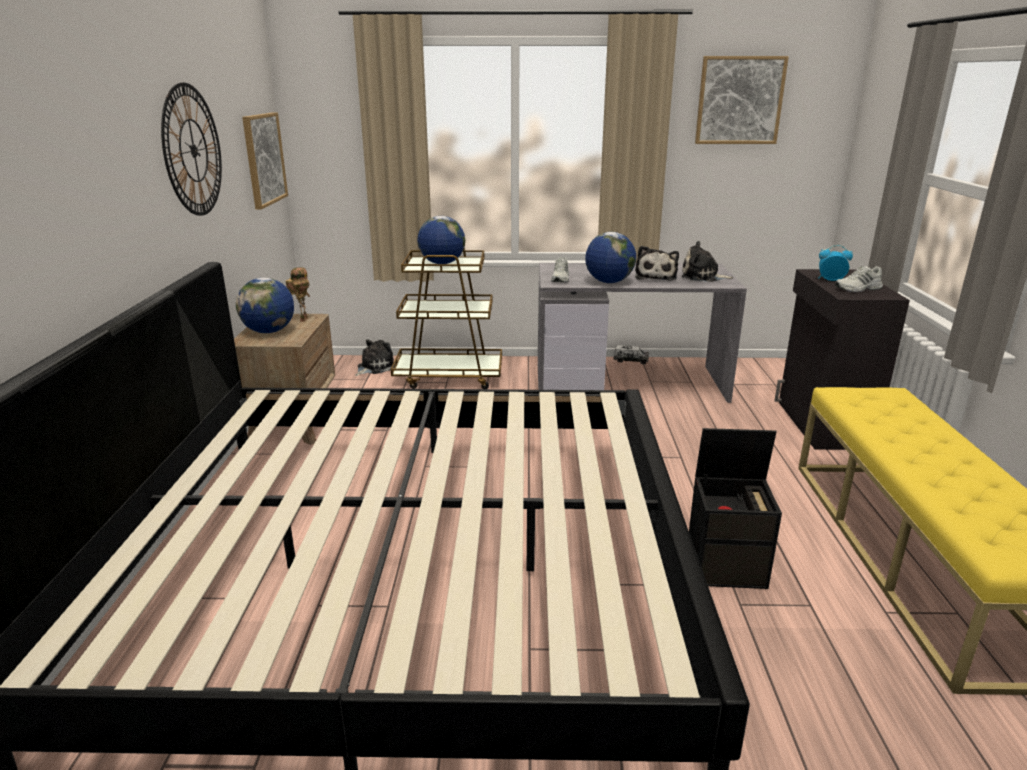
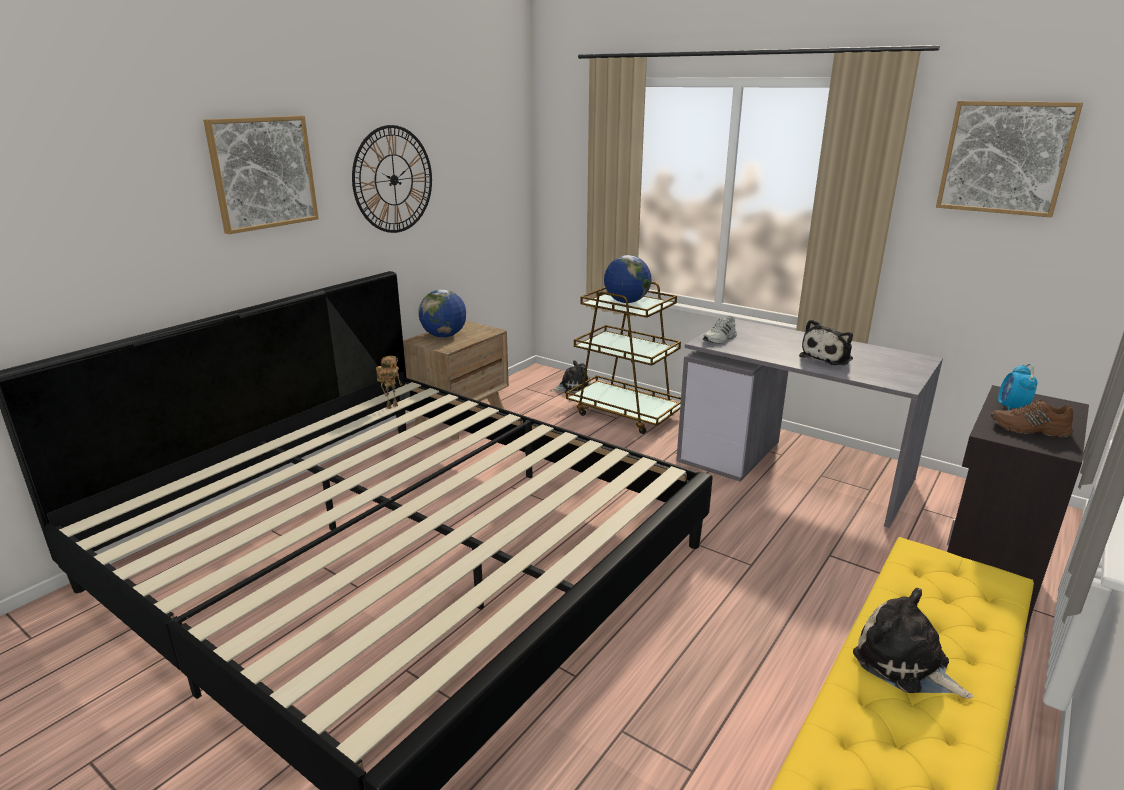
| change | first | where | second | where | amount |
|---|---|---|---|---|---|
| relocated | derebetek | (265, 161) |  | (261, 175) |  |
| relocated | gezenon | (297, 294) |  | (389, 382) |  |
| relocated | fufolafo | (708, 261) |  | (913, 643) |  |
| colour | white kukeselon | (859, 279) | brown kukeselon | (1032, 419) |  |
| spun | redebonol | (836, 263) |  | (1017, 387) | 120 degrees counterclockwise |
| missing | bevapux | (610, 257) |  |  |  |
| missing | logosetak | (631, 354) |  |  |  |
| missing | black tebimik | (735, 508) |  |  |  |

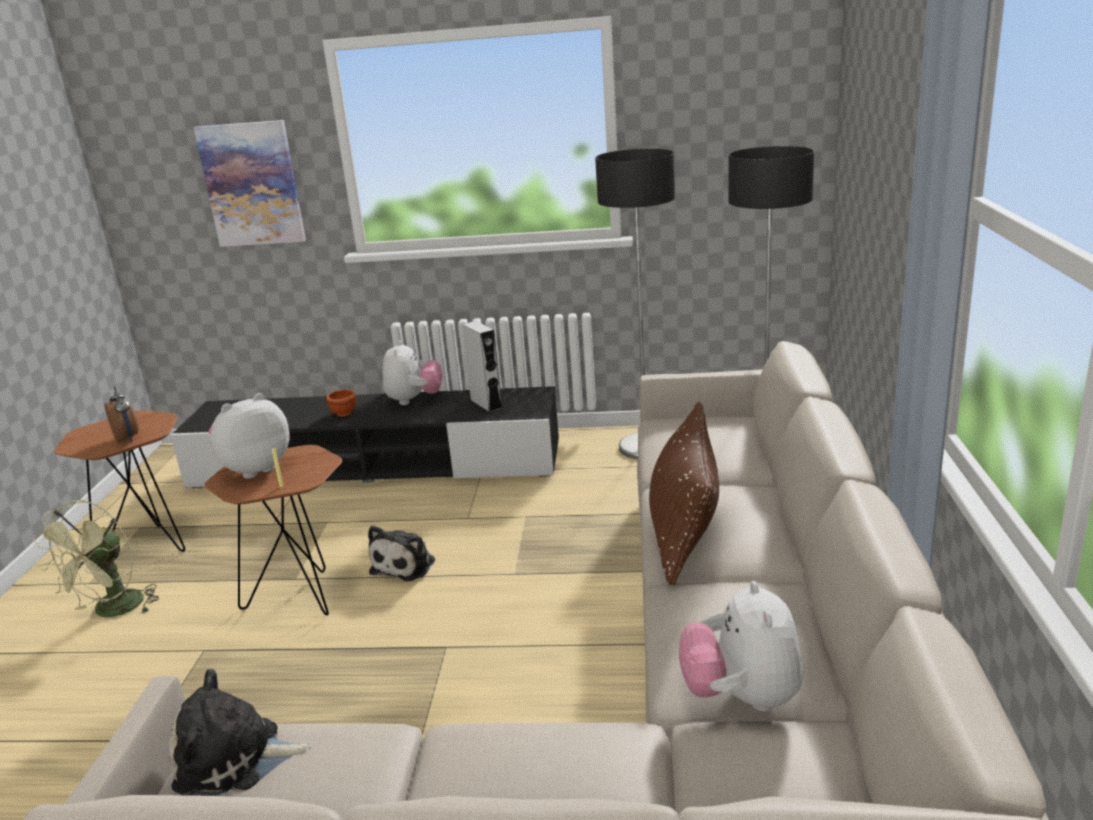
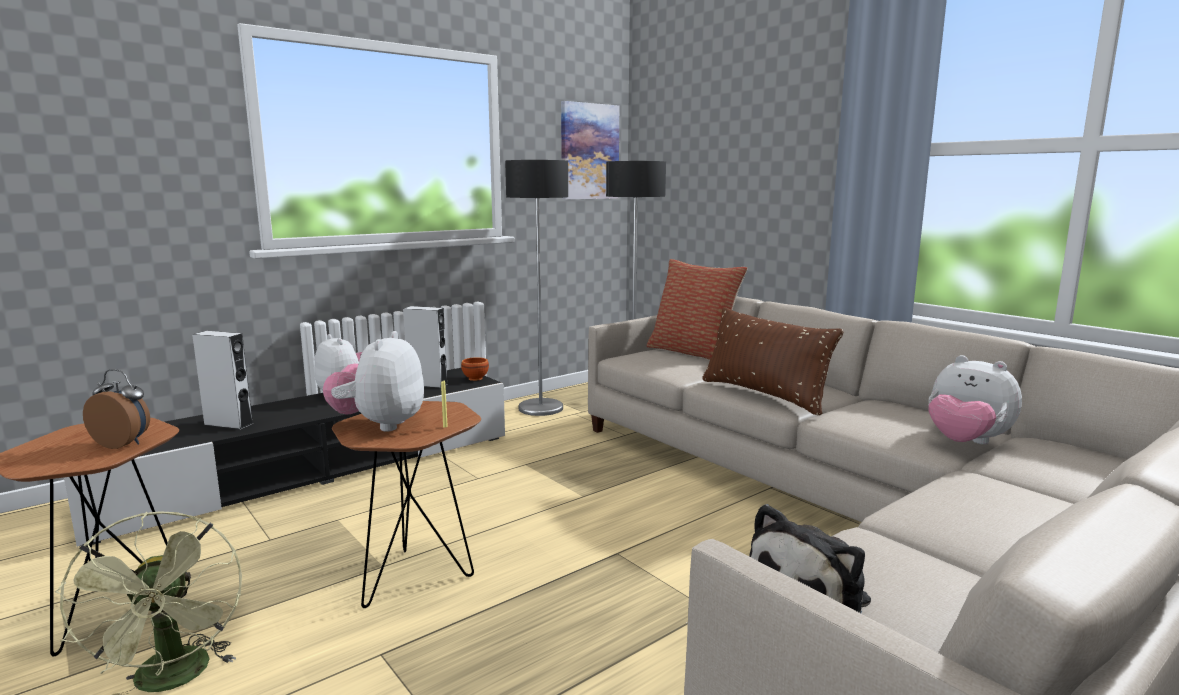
| change | first | where | second | where | amount |
|---|---|---|---|---|---|
| appeared |  |  | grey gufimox | (223, 380) |  |
| relocated | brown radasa | (342, 403) |  | (475, 369) |  |
| relocated | derebetek | (250, 183) |  | (590, 150) |  |
| appeared |  |  | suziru | (697, 309) |  |
| missing | fufolafo | (401, 553) |  |  |  |

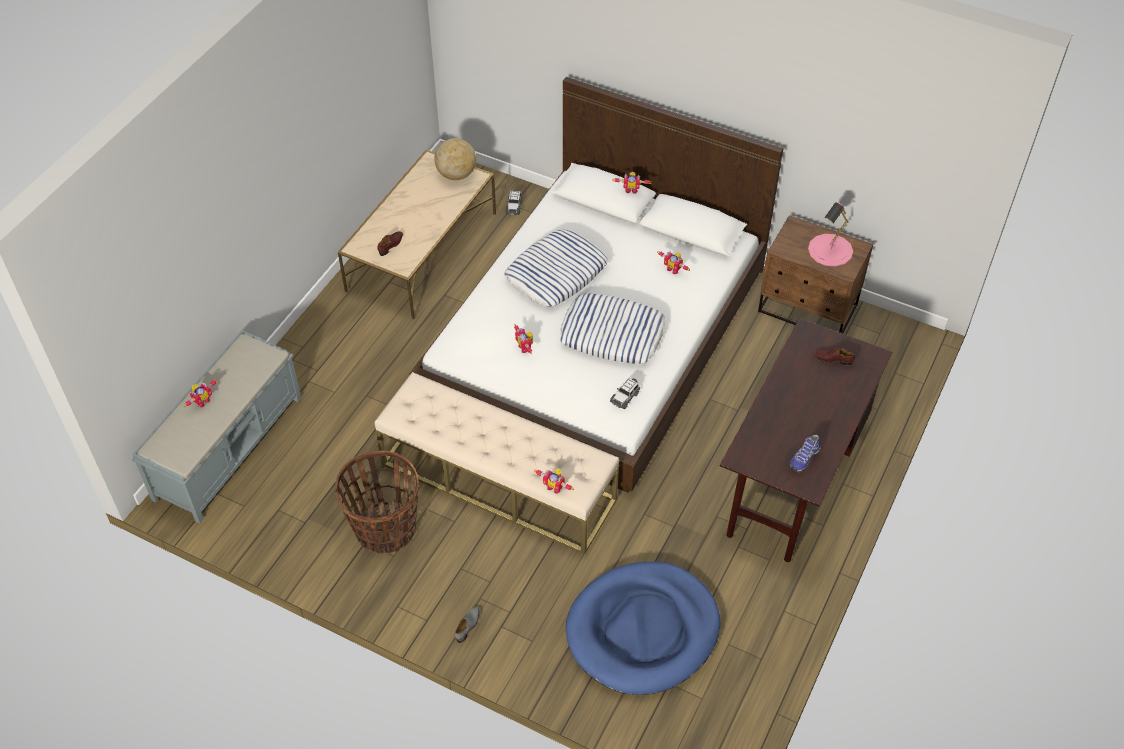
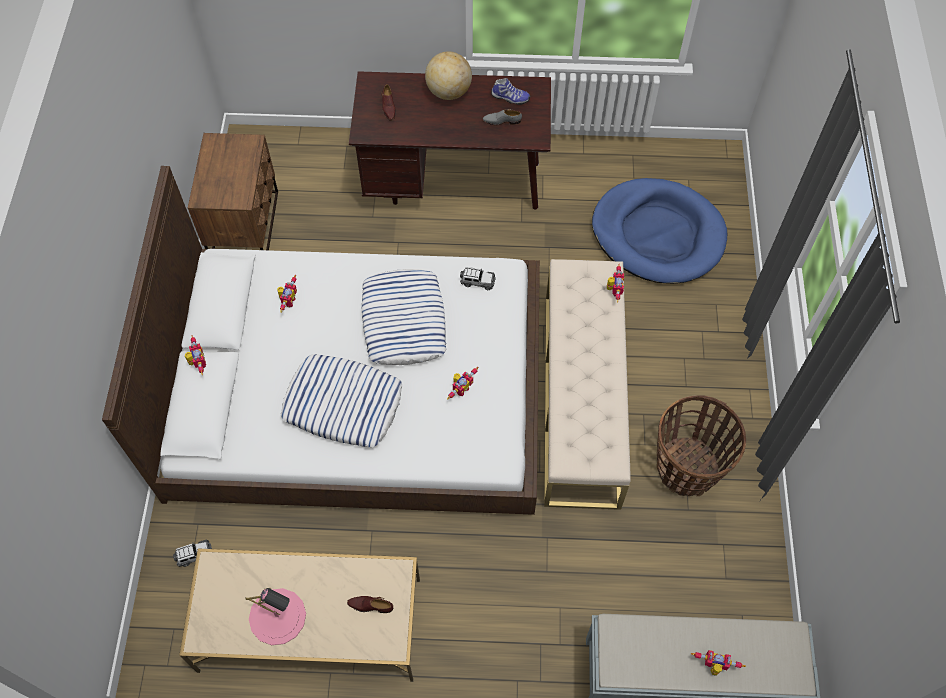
| change | first | where | second | where | amount |
|---|---|---|---|---|---|
| relocated | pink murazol | (830, 234) |  | (275, 616) |  |
| relocated | bevapux | (455, 159) |  | (448, 75) |  |
| relocated | grey kukeselon | (467, 625) |  | (502, 117) |  |

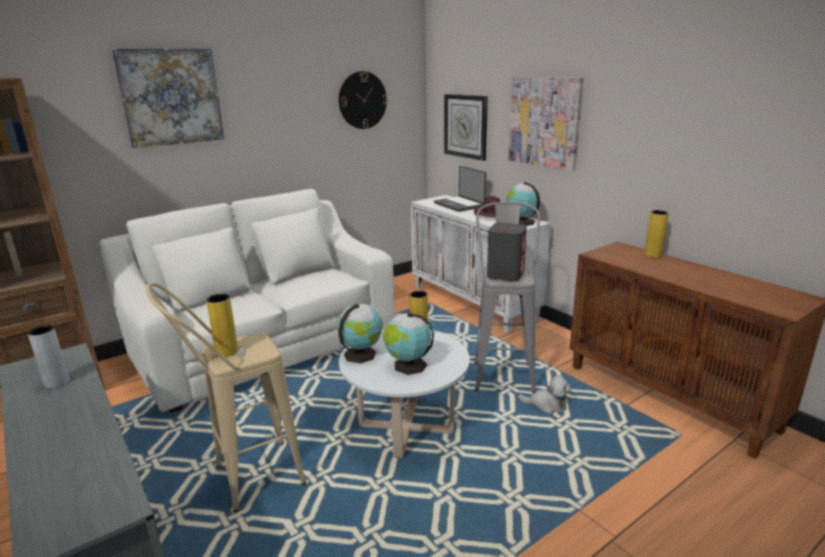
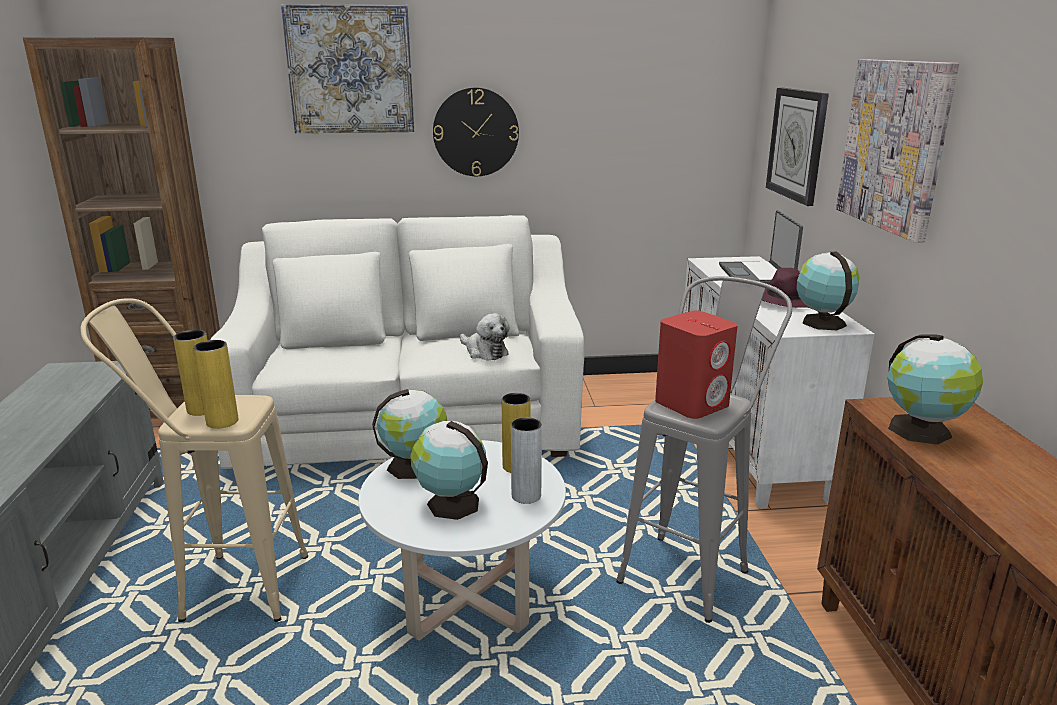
| change | first | where | second | where | amount |
|---|---|---|---|---|---|
| relocated | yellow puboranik | (657, 234) |  | (215, 384) |  |
| relocated | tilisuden | (363, 100) |  | (476, 132) |  |
| relocated | fufolafo | (544, 394) |  | (485, 336) |  |
| relocated | grey puboranik | (48, 356) |  | (526, 460) |  |
| colour | grey gufimox | (507, 252) | red gufimox | (696, 365) |  |
| appeared |  |  | bevapux | (935, 389) |  |

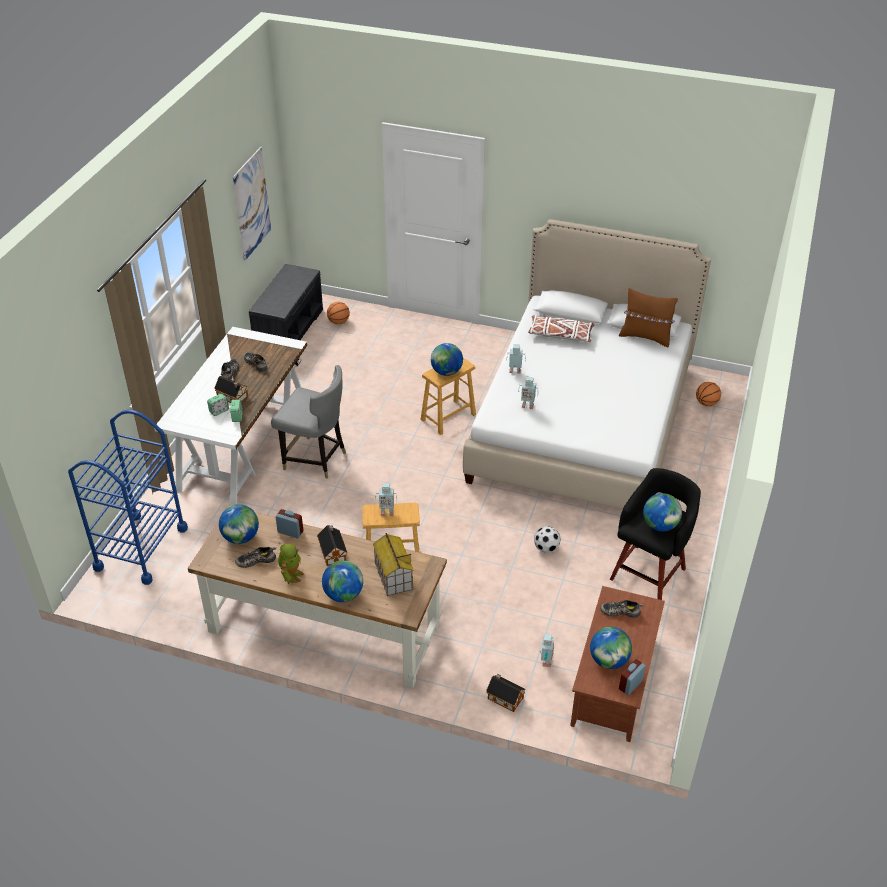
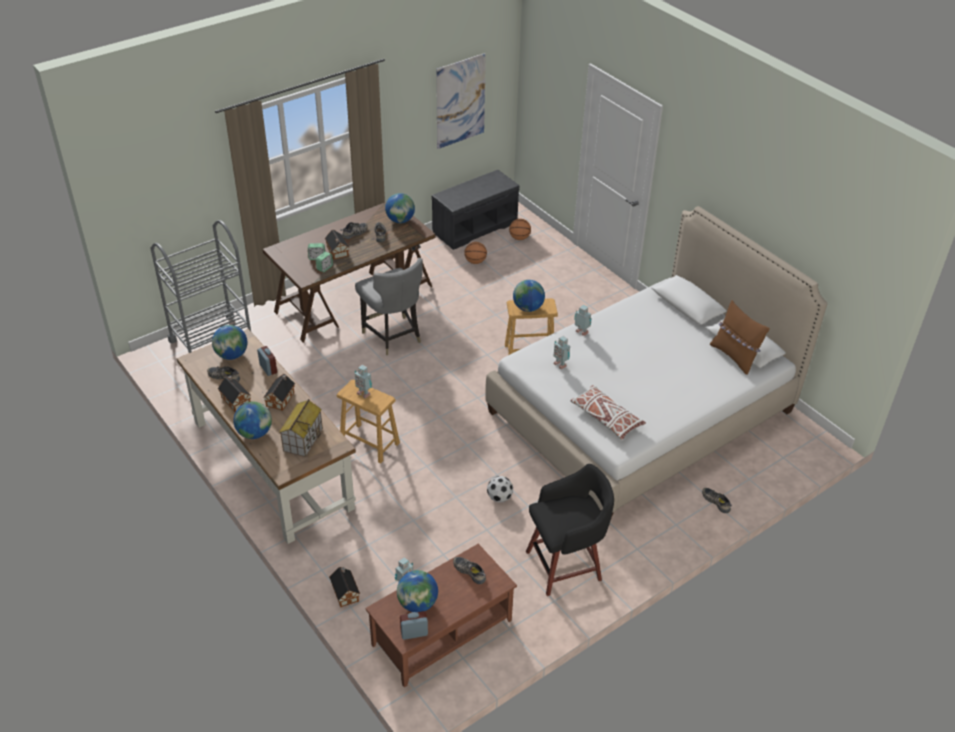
| change | first | where | second | where | amount |
|---|---|---|---|---|---|
| colour | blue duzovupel | (128, 497) | grey duzovupel | (200, 286) |  |
| exchanged | gezenon | (291, 564) | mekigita | (234, 393) |  |
| colour | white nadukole | (230, 416) | brown nadukole | (349, 272) |  |
| relocated | bevapux | (662, 512) |  | (400, 208) |  |
| relocated | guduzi | (708, 394) |  | (475, 253) |  |
| relocated | white suziru | (561, 328) |  | (608, 412) |  |
| appeared |  |  | kukeselon | (717, 500) |  |

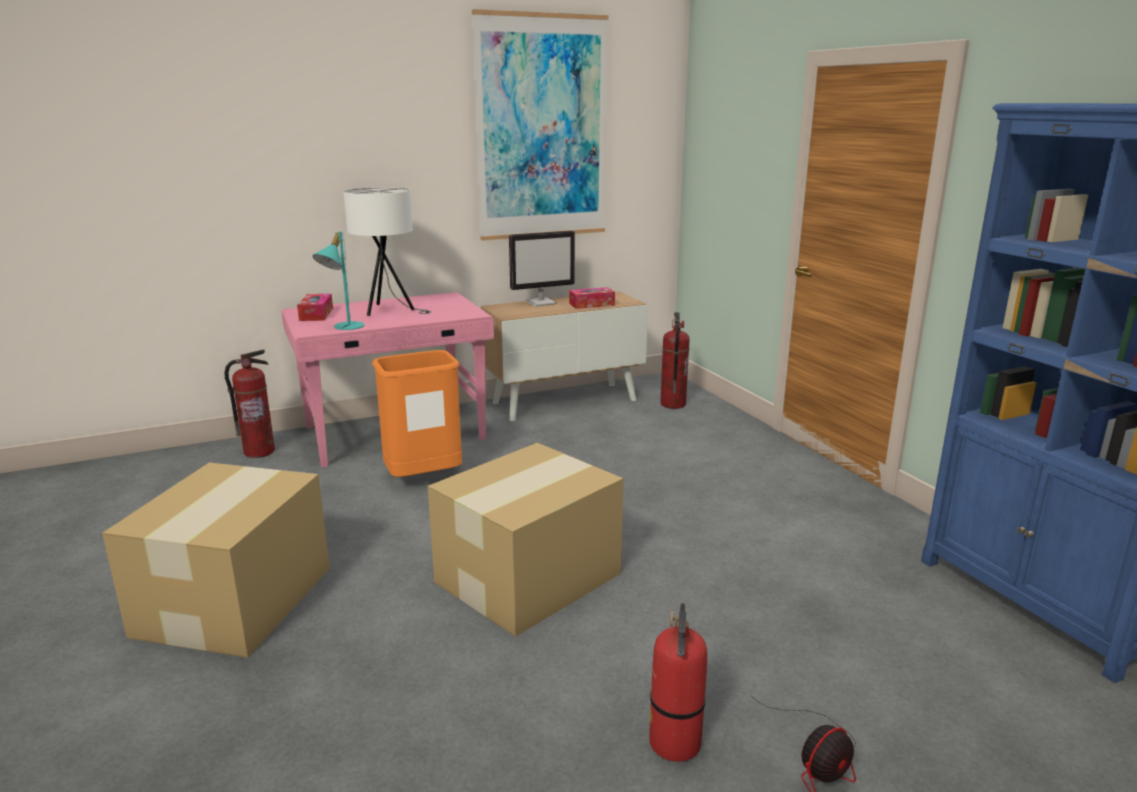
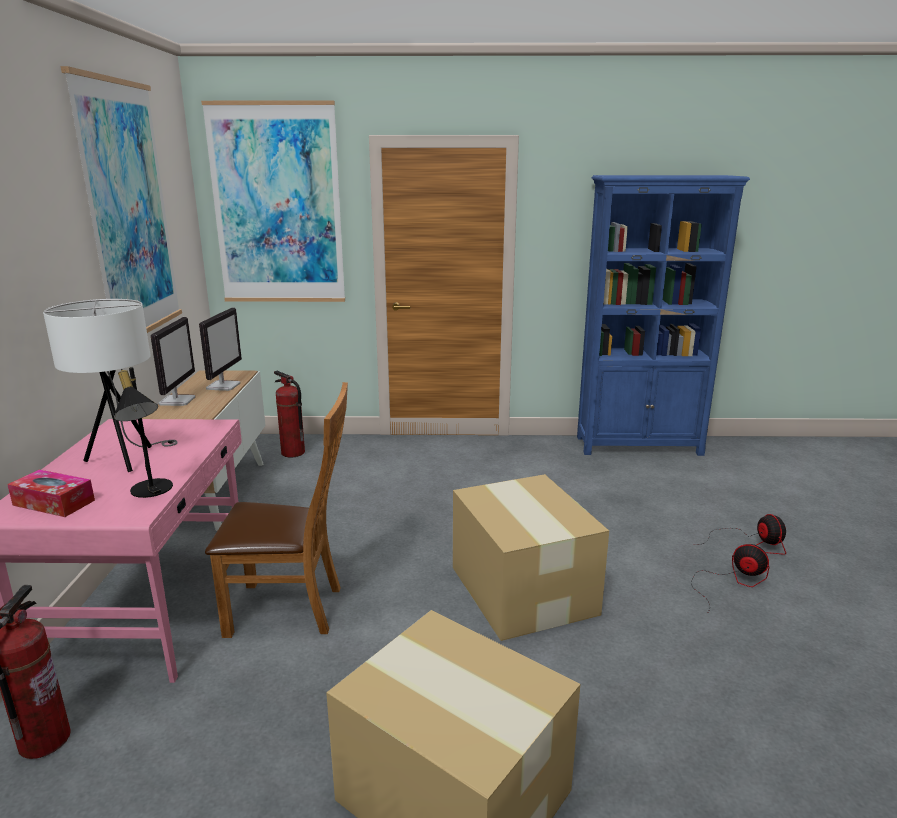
| change | first | where | second | where | amount |
|---|---|---|---|---|---|
| colour | turquoise murazol | (338, 281) | black murazol | (143, 432) |  |
| exchanged | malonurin | (592, 298) | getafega | (220, 349) |  |
| appeared |  |  | derebetek | (273, 201) |  |
| exchanged | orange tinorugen | (417, 413) | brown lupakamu | (276, 510) |  |
| exchanged | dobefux | (678, 682) | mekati | (729, 578) |  |

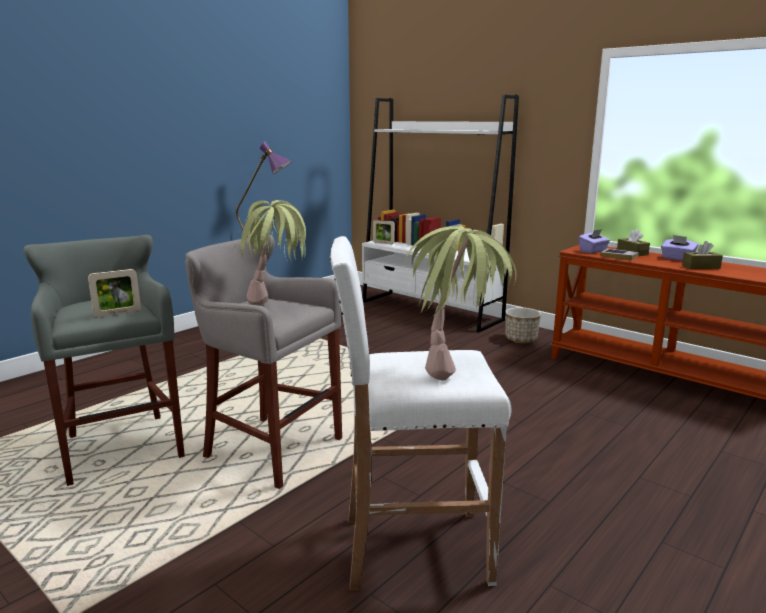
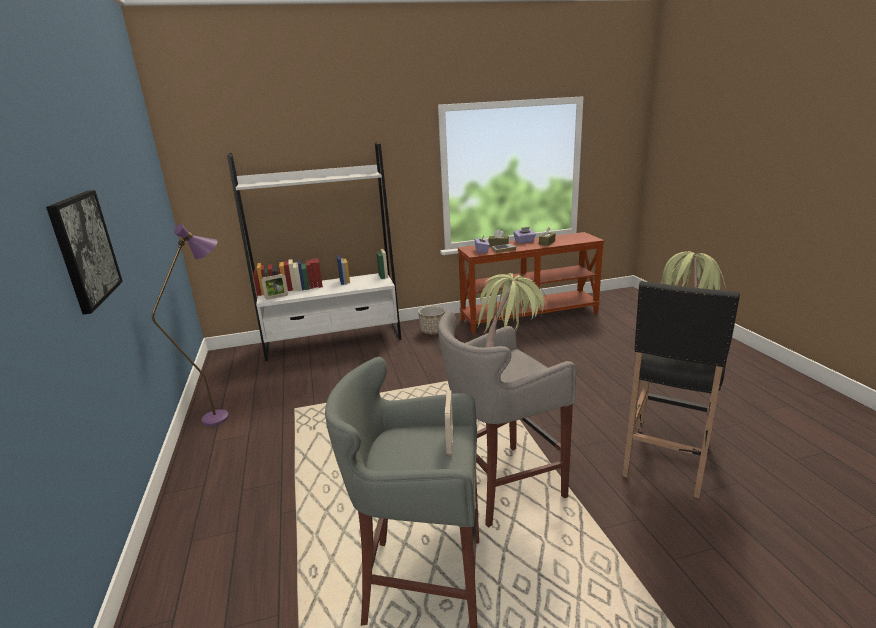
| change | first | where | second | where | amount |
|---|---|---|---|---|---|
| appeared |  |  | derebetek | (84, 252) |  |
| colour | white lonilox | (421, 413) | black lonilox | (681, 389) |  |

